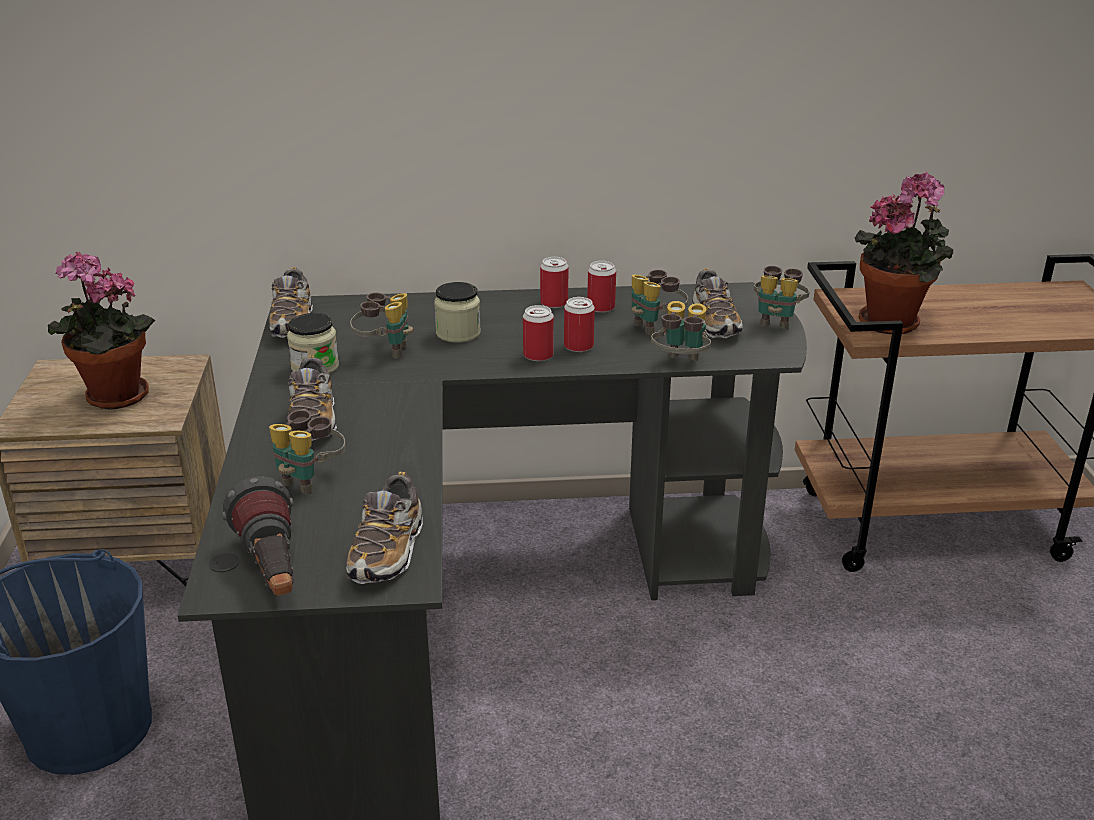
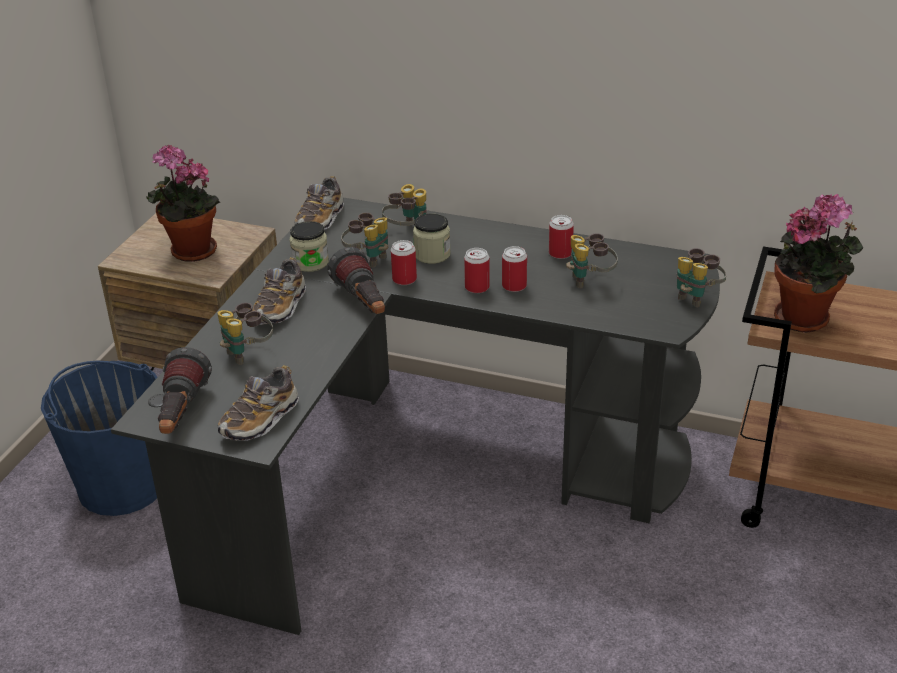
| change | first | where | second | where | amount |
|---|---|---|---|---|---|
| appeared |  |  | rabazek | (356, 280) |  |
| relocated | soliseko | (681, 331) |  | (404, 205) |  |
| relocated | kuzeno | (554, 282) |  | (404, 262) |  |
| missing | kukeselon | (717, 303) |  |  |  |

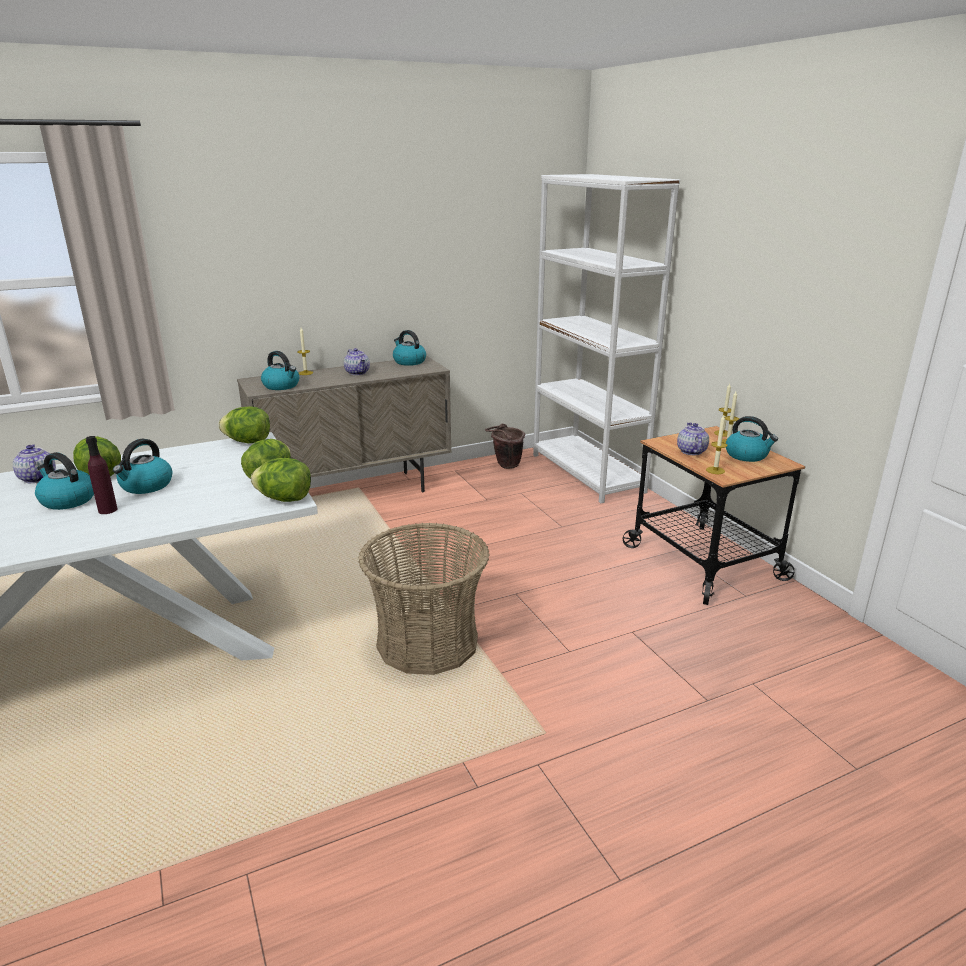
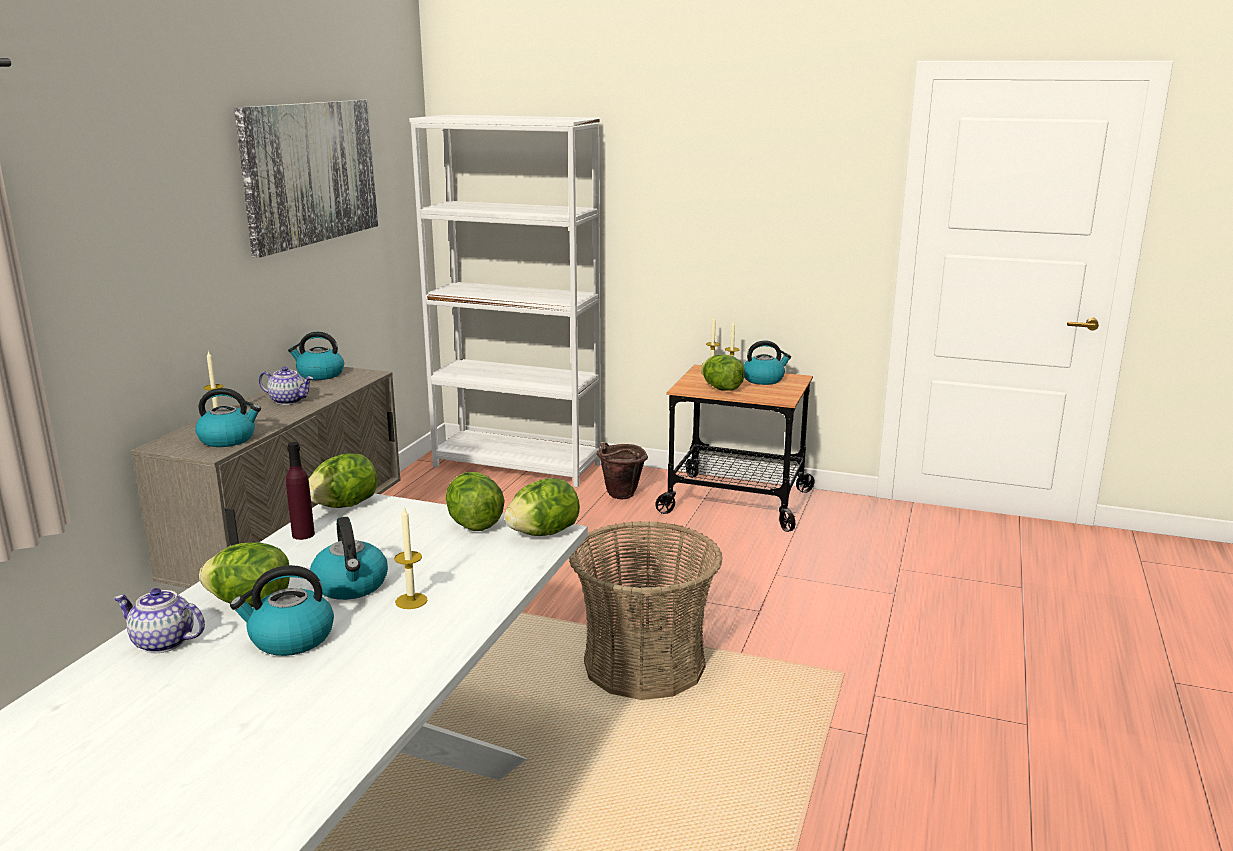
| change | first | where | second | where | amount |
|---|---|---|---|---|---|
| appeared |  |  | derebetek | (306, 179) |  |
| relocated | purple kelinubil | (102, 475) |  | (300, 491) |  |
| relocated | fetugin | (717, 444) |  | (411, 557) |  |
| relocated | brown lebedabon | (505, 446) |  | (622, 471) |  |
| exchanged | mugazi | (693, 438) | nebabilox | (723, 372) |  |

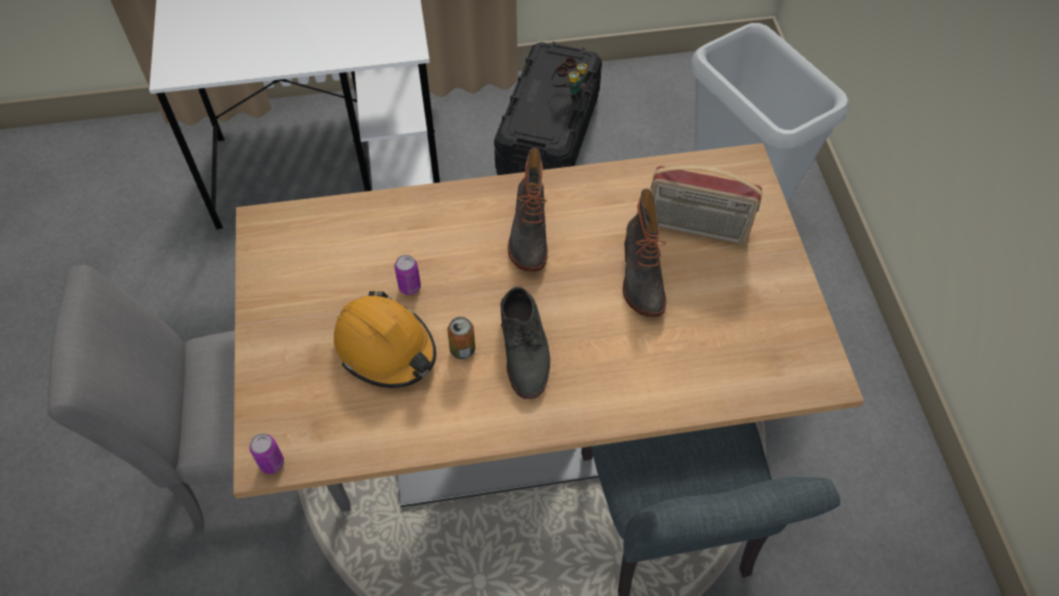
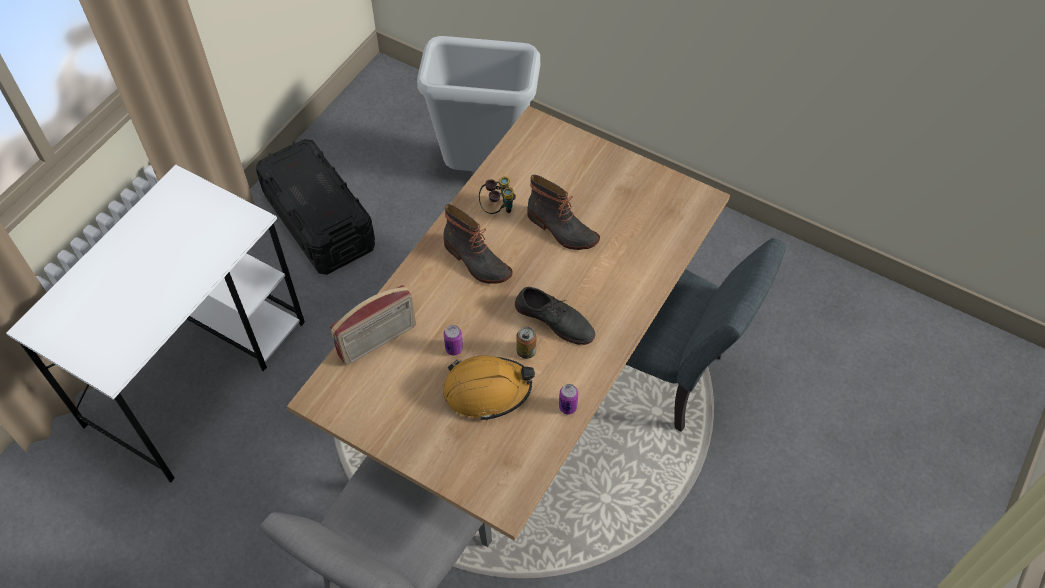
| change | first | where | second | where | amount |
|---|---|---|---|---|---|
| relocated | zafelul | (706, 204) |  | (373, 325) |  |
| relocated | soliseko | (569, 78) |  | (497, 195) |  |
| relocated | kuzeno | (267, 454) |  | (568, 399) |  |

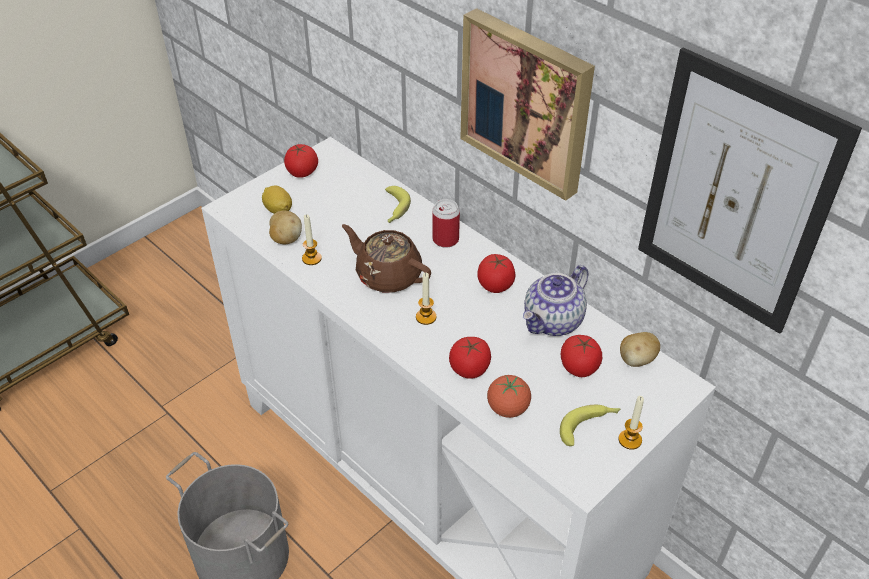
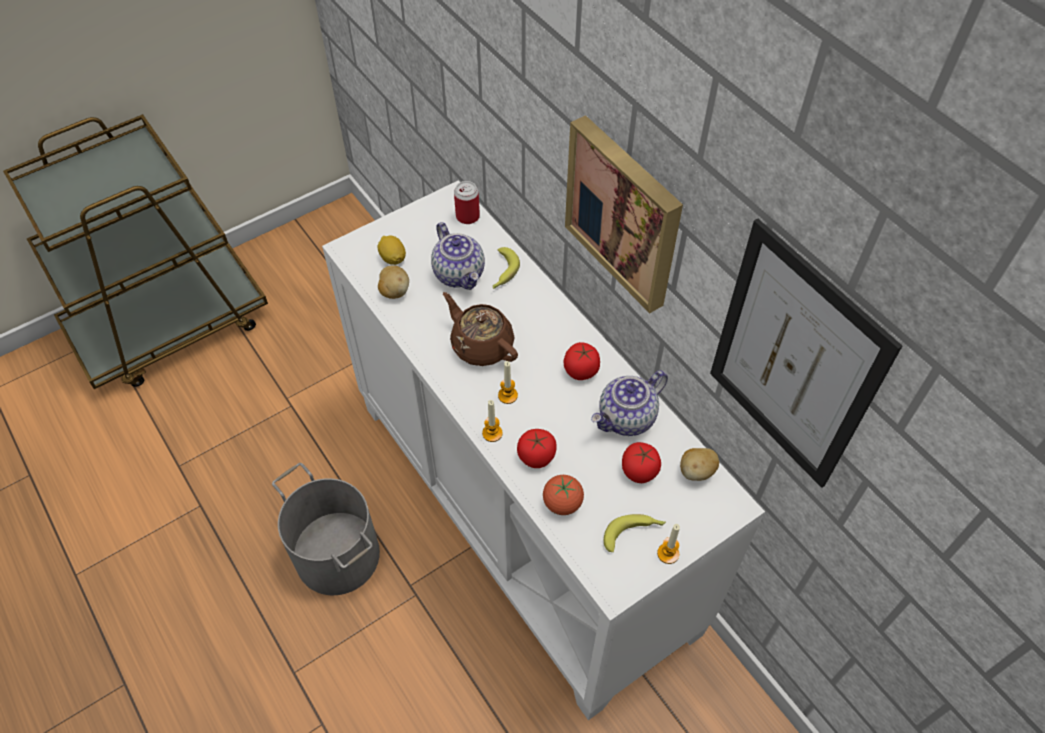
| change | first | where | second | where | amount |
|---|---|---|---|---|---|
| appeared |  |  | mugazi | (458, 256) |  |
| relocated | kuzeno | (446, 223) |  | (467, 202) |  |
| relocated | fetugin | (312, 239) |  | (492, 421) |  |
| missing | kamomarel | (301, 161) |  |  |  |

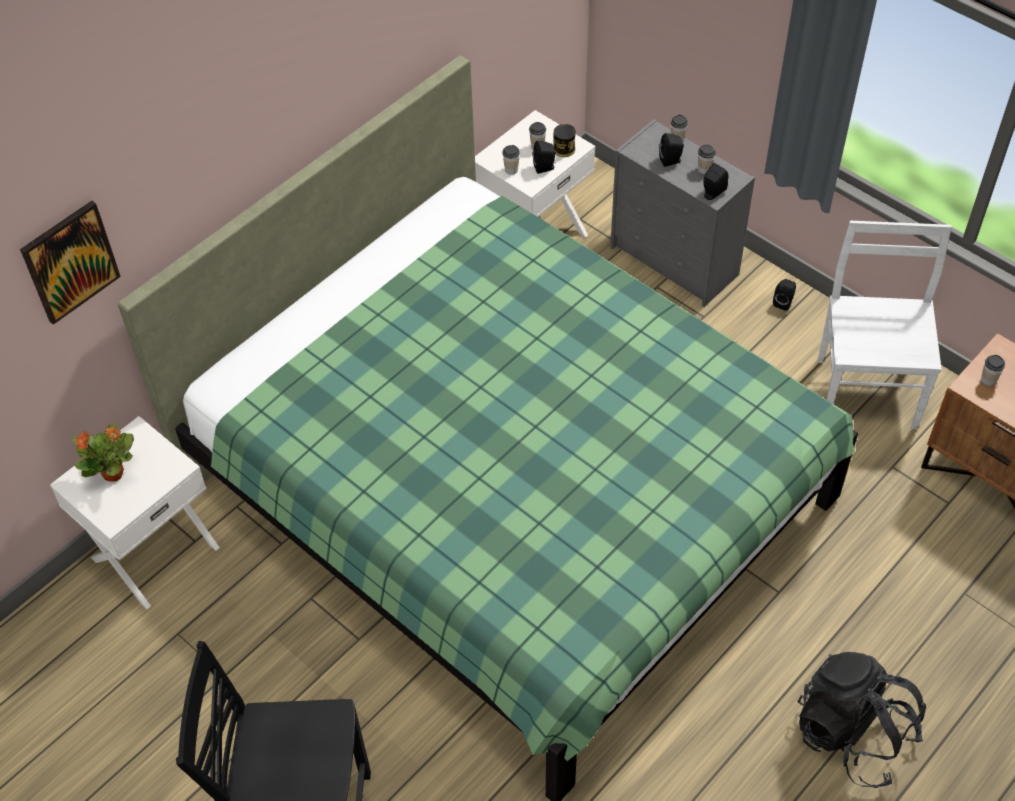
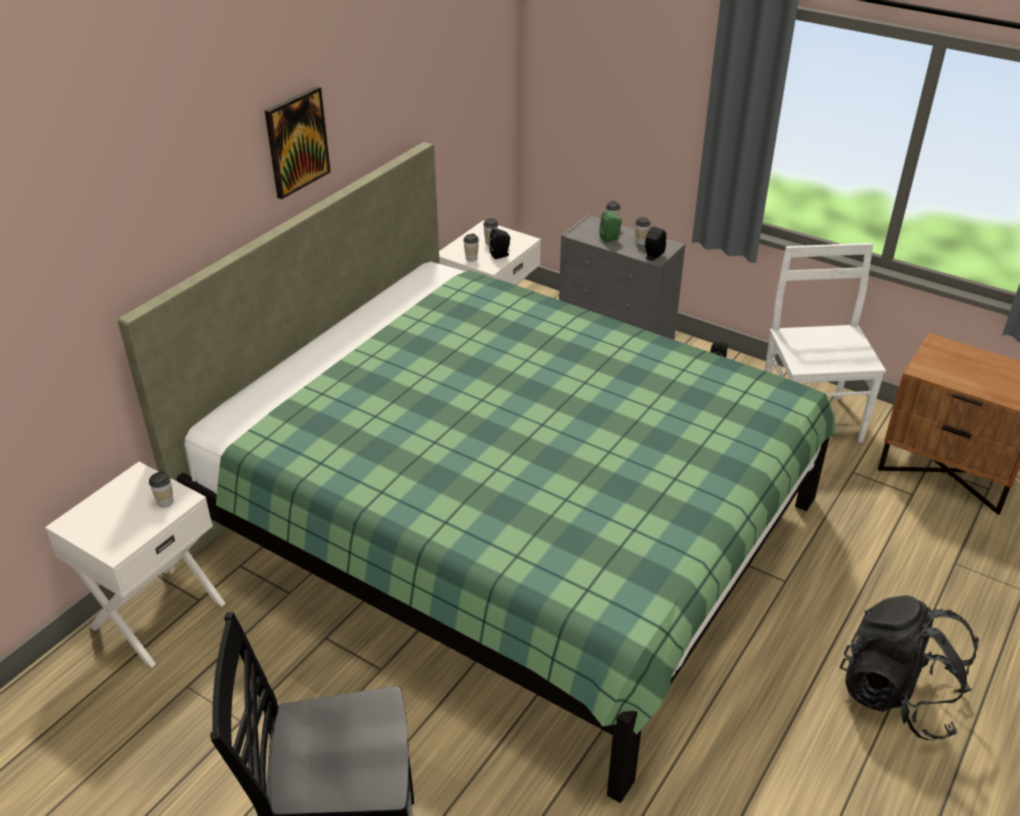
| change | first | where | second | where | amount |
|---|---|---|---|---|---|
| relocated | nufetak | (993, 370) |  | (161, 489) |  |
| relocated | derebetek | (70, 263) |  | (298, 142) |  |
| colour | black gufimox | (671, 150) | green gufimox | (611, 227) |  |
| missing | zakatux | (103, 452) |  |  |  |
| missing | kuzeno | (564, 140) |  |  |  |

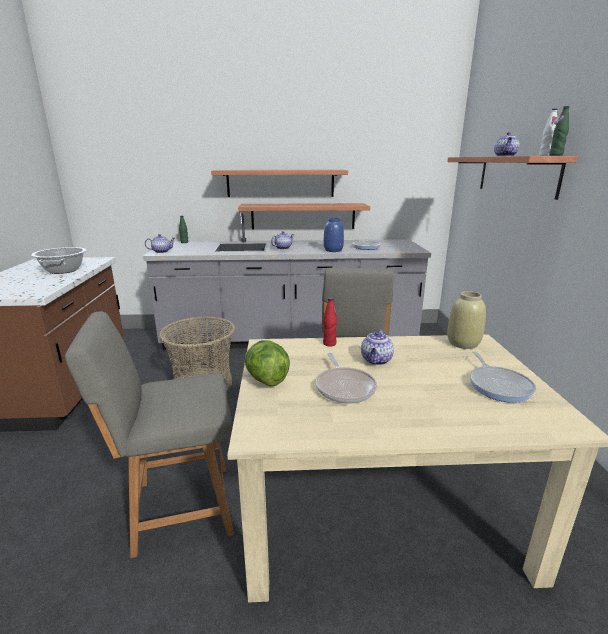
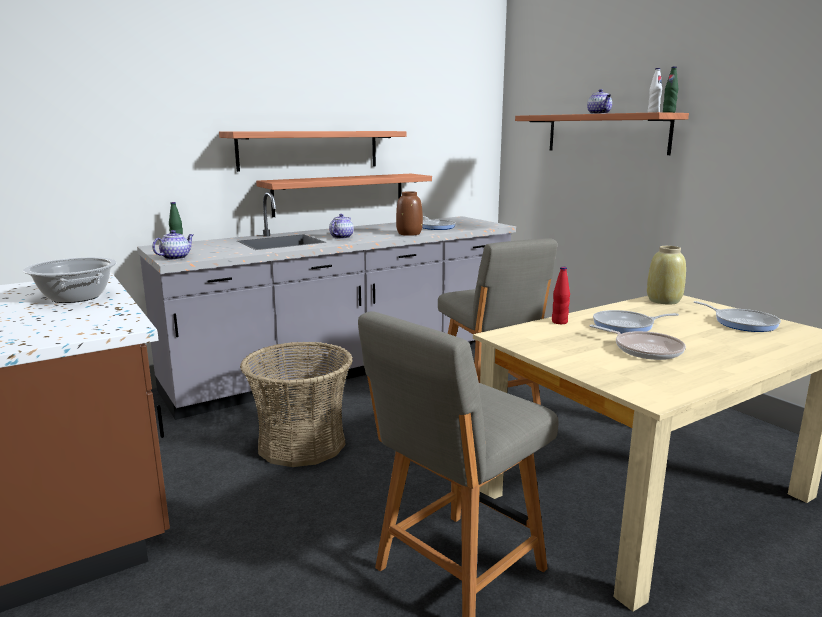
| change | first | where | second | where | amount |
|---|---|---|---|---|---|
| colour | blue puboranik | (334, 235) | brown puboranik | (409, 213) |  |
| exchanged | mugazi | (377, 347) | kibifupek | (636, 322) |  |
| missing | nebabilox | (267, 363) |  |  |  |

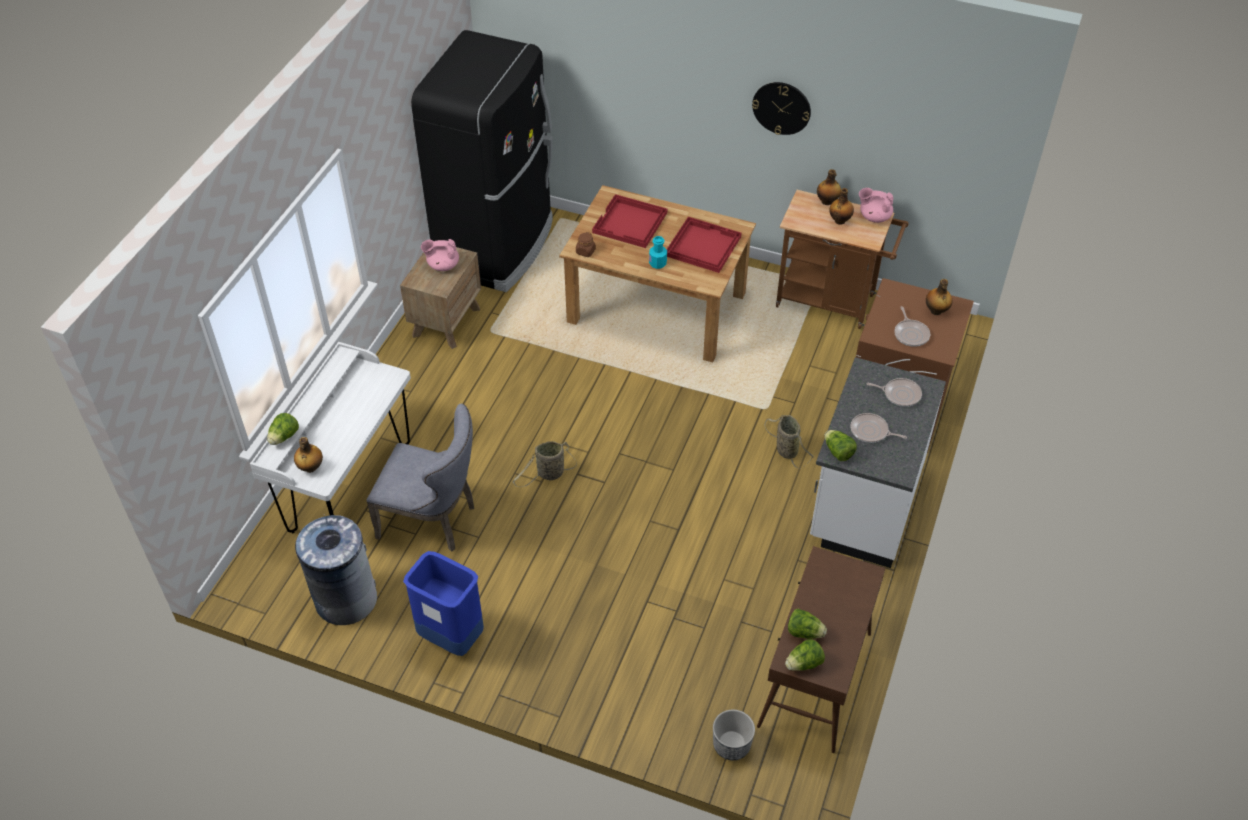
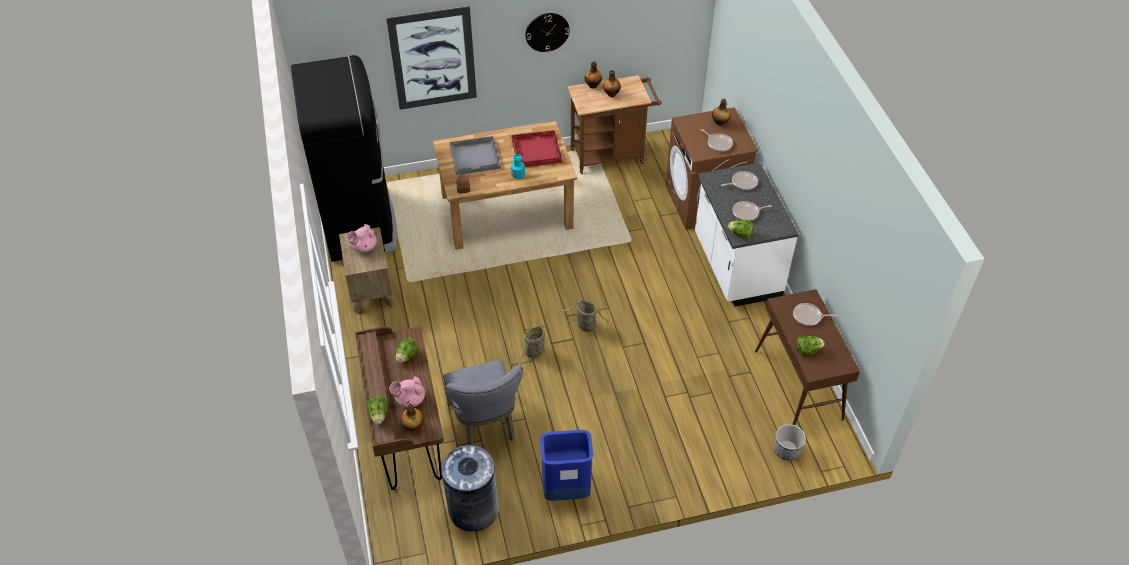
| change | first | where | second | where | amount |
|---|---|---|---|---|---|
| colour | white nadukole | (330, 437) | brown nadukole | (399, 408) |  |
| appeared |  |  | derebetek | (431, 58) |  |
| relocated | pink mugazi | (876, 205) |  | (407, 392) |  |
| relocated | nebabilox | (805, 655) |  | (407, 350) |  |
| spun | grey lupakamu | (420, 478) |  | (483, 403) | 90 degrees clockwise |
| colour | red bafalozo | (629, 221) | grey bafalozo | (475, 155) |  |
| relocated | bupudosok | (789, 441) |  | (583, 317) |  |
| appeared |  |  | kibifupek | (815, 314) |  |

